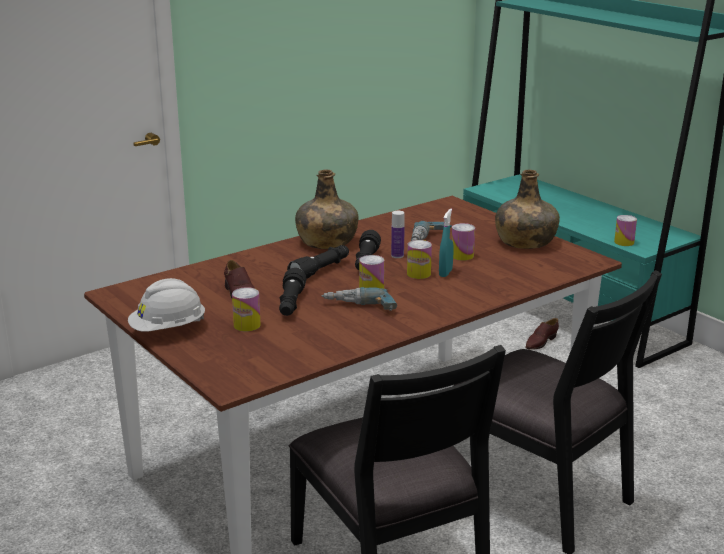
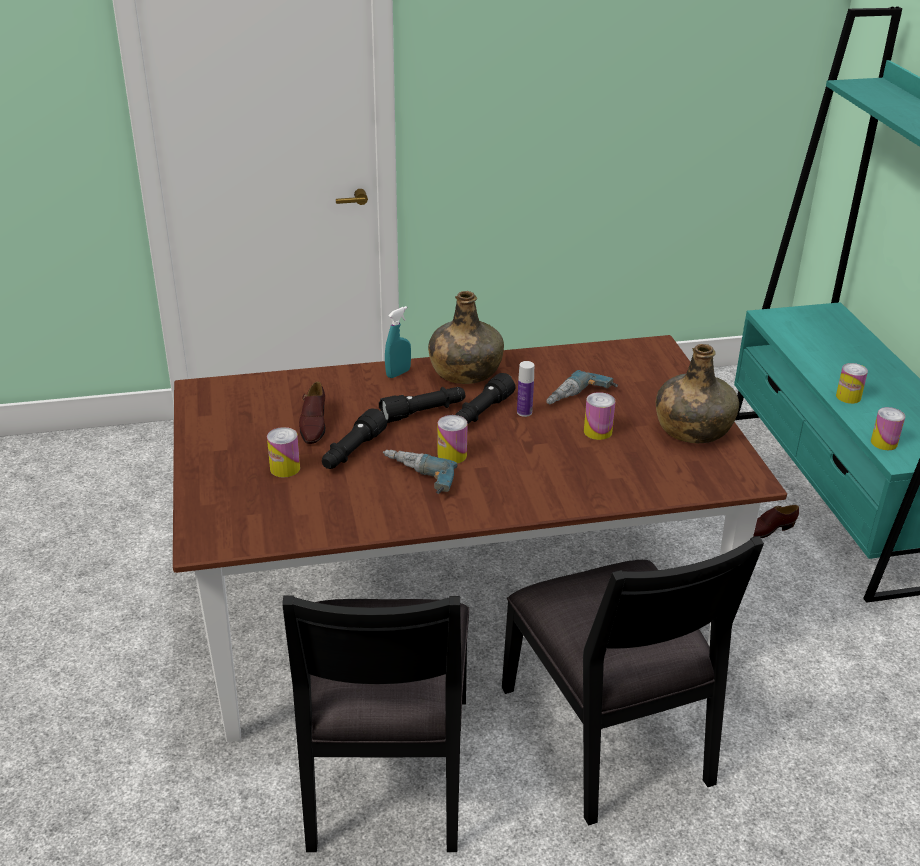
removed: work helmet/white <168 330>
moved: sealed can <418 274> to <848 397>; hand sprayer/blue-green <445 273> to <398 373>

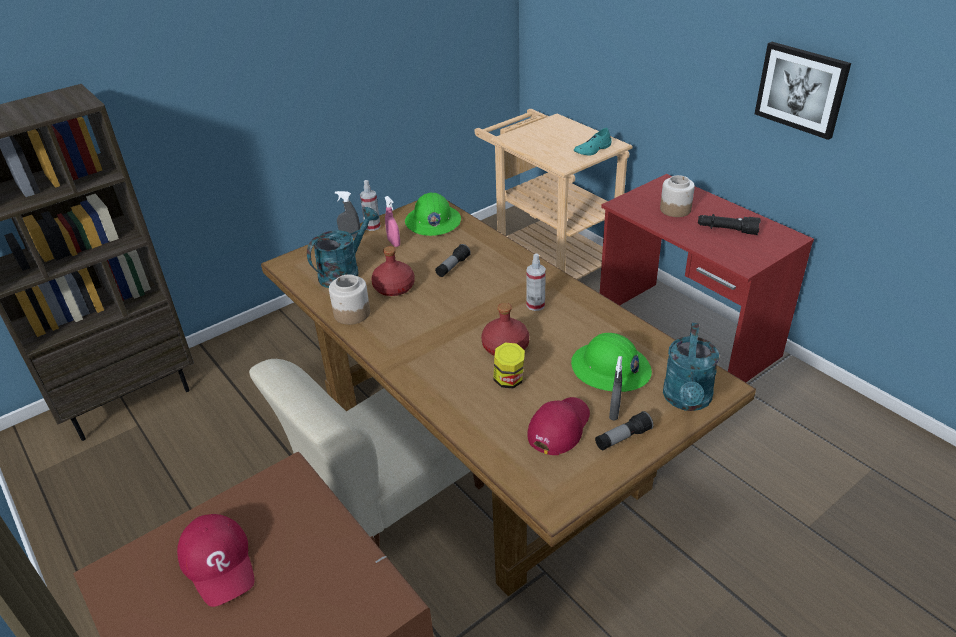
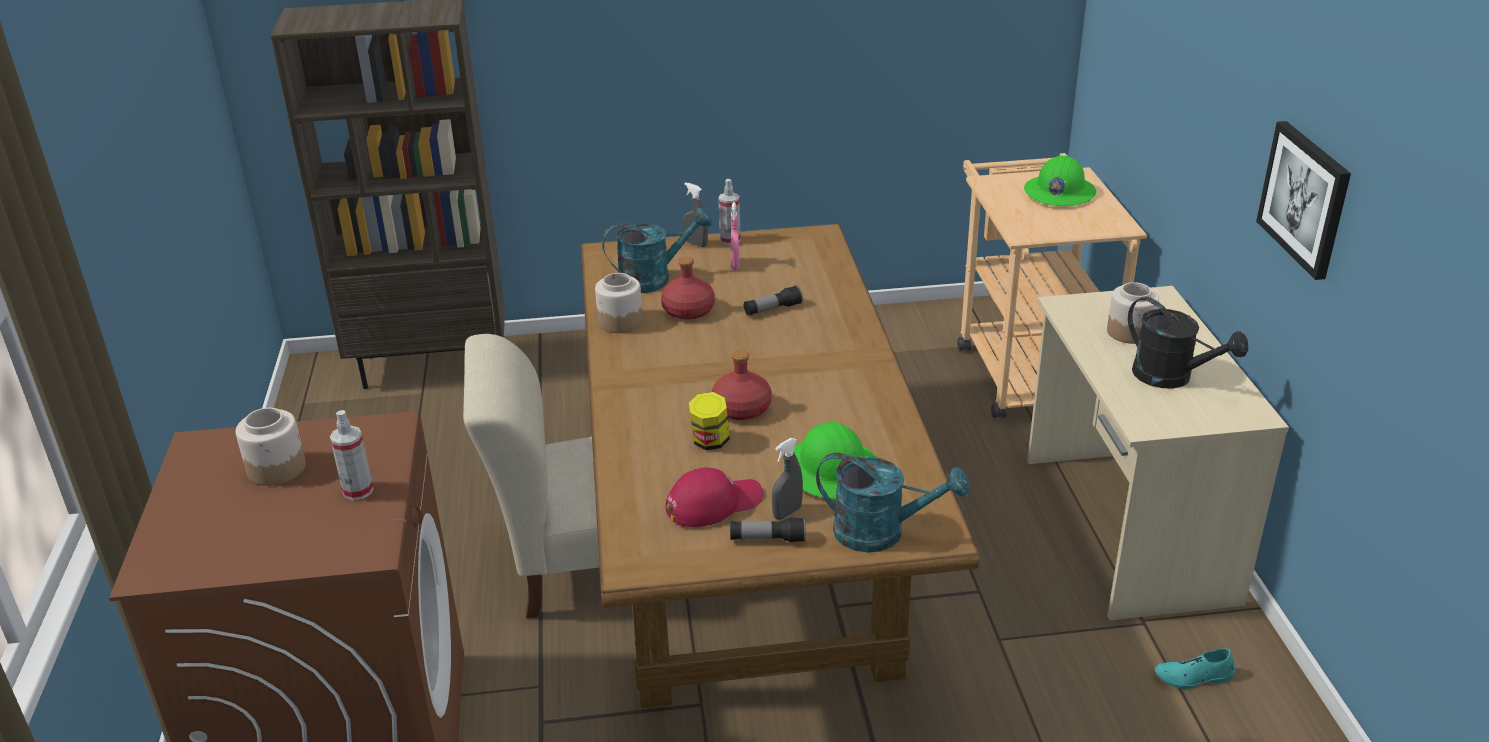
moved: work helmet/green-coloured <432 222> to <1059 193>; hand sprayer <535 305> to <358 491>; low shoe/blue-green <592 149> to <1193 676>
replaced: cap/reddish <219 562> to storage jar <277 468>; flashlight/blackish <727 230> to sprinkling can/blackish <1172 378>
recoloured: desk/reddish <685 336> to desk/beige <1125 529>
turned: sprinkling can/blue-green <687 400> = <881 533> 120 degrees counterclockwise

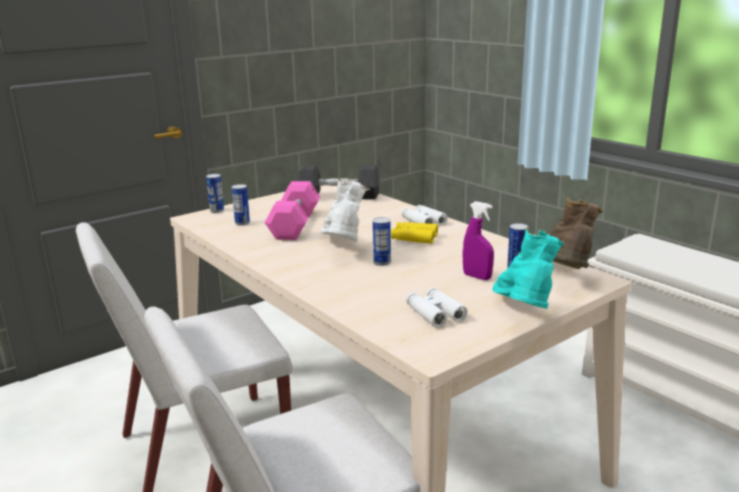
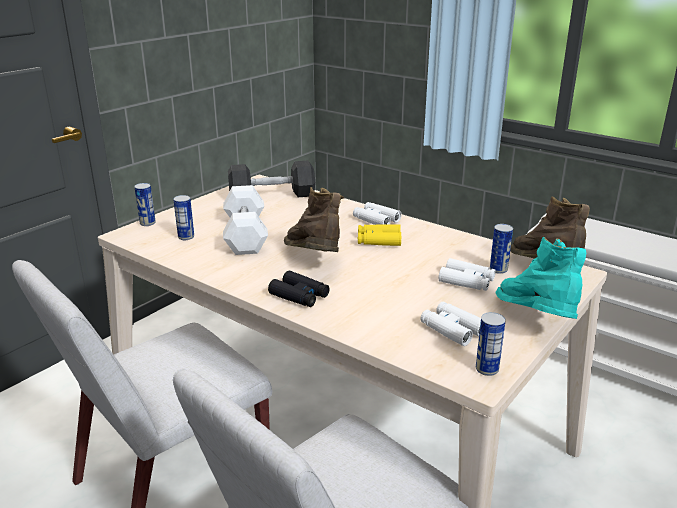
added: binoculars/blackish <299 295>
moved: sealed can <382 262> to <487 369>
replaced: hand sprayer/purplish <477 277> to binoculars/white <466 281>
recoloured: hand weight/pinkish <295 225> to hand weight/white <245 235>; boot/white <343 249> to boot/brown-coloured <314 261>

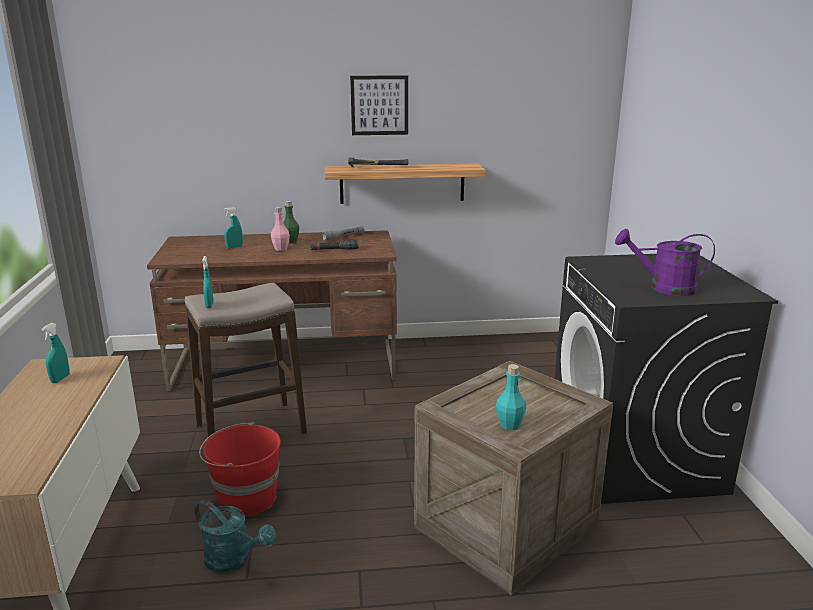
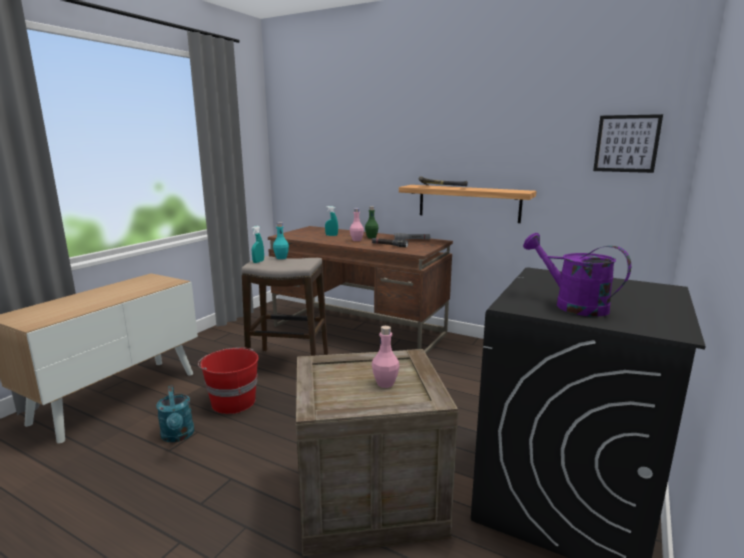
removed: hand sprayer/blue-green <60 379>
added: drink bottle/pinkish <385 383>
moved: wall art <379 105> to <626 143>; drink bottle/blue-green <509 425> to <281 258>

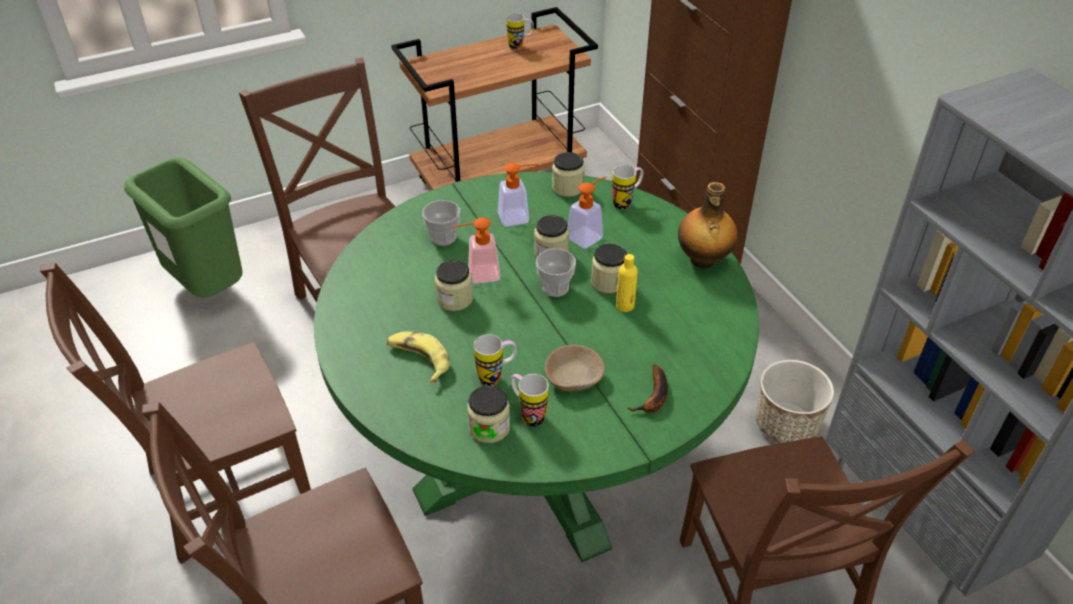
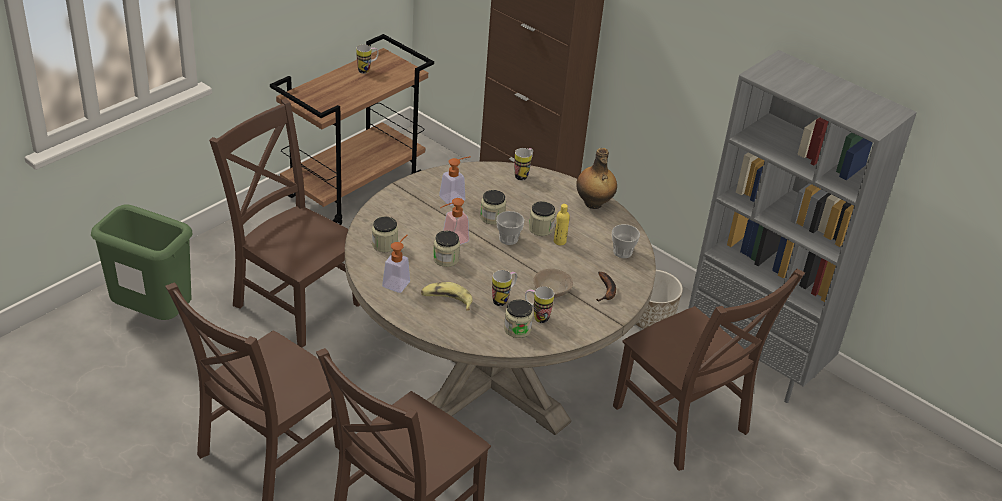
moved: cup <443 237> to <622 252>; storage jar <567 187> to <384 244>; soap dispenser <588 235> to <398 282>
recoloured: kitchen table/green-coloured <536 456> to kitchen table/beige <489 378>

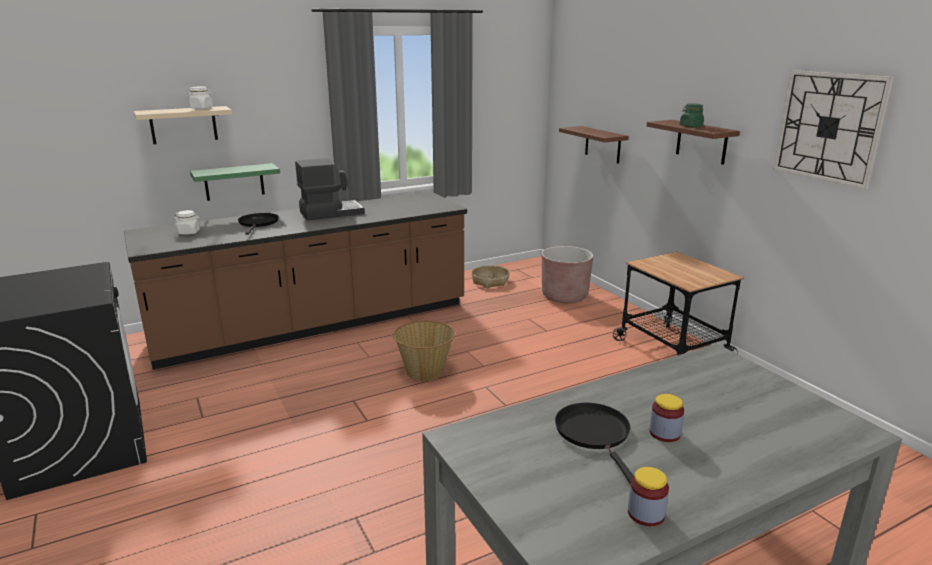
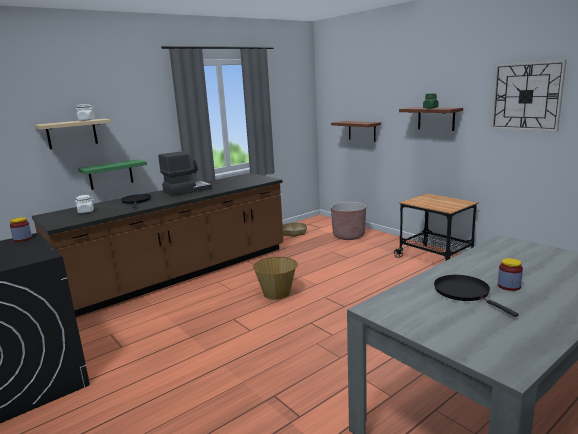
moved: storage jar <646 514> to <22 239>

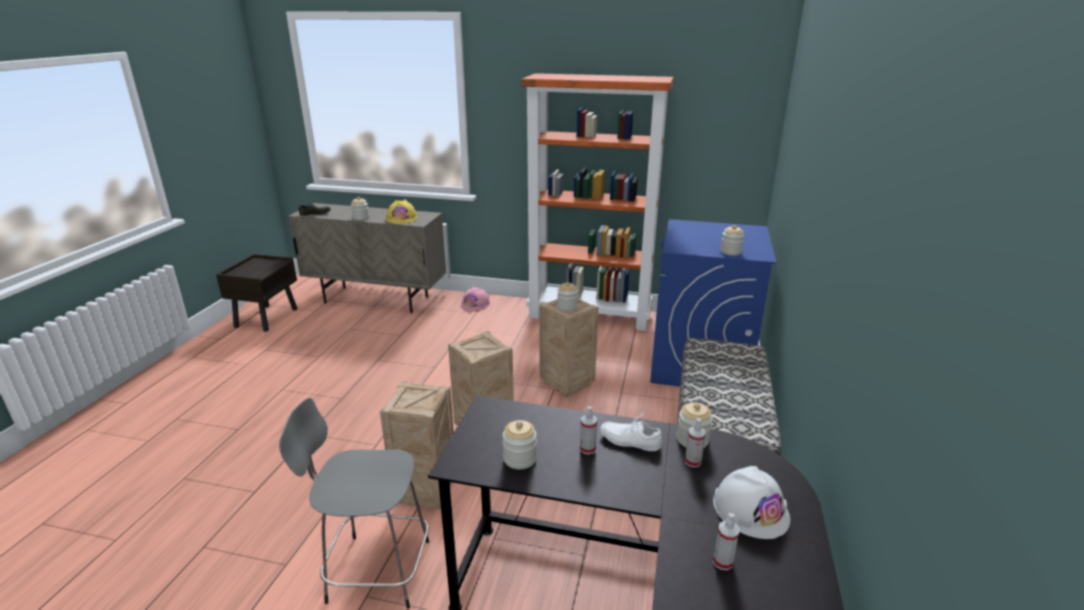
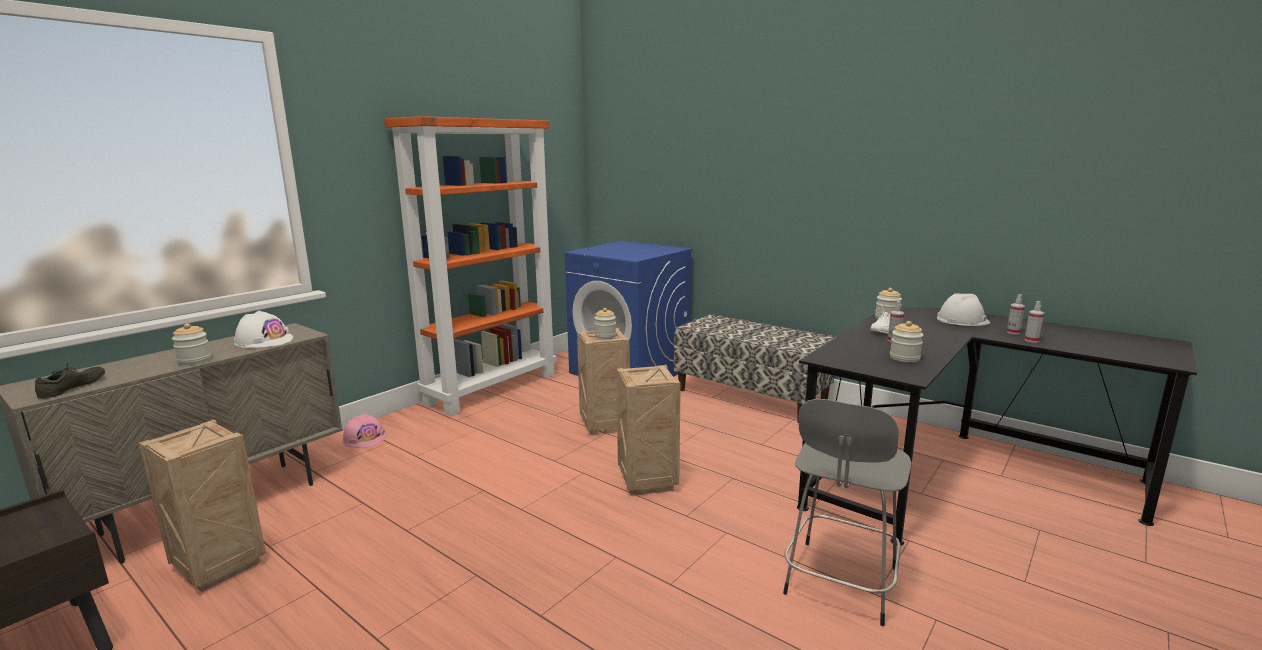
removed: storage jar <730 252>
moved: crate <426 492> to <221 567>; hand sprayer <693 462> to <1031 340>
recoloured: work helmet/yellowish <402 218> to work helmet/white <264 341>

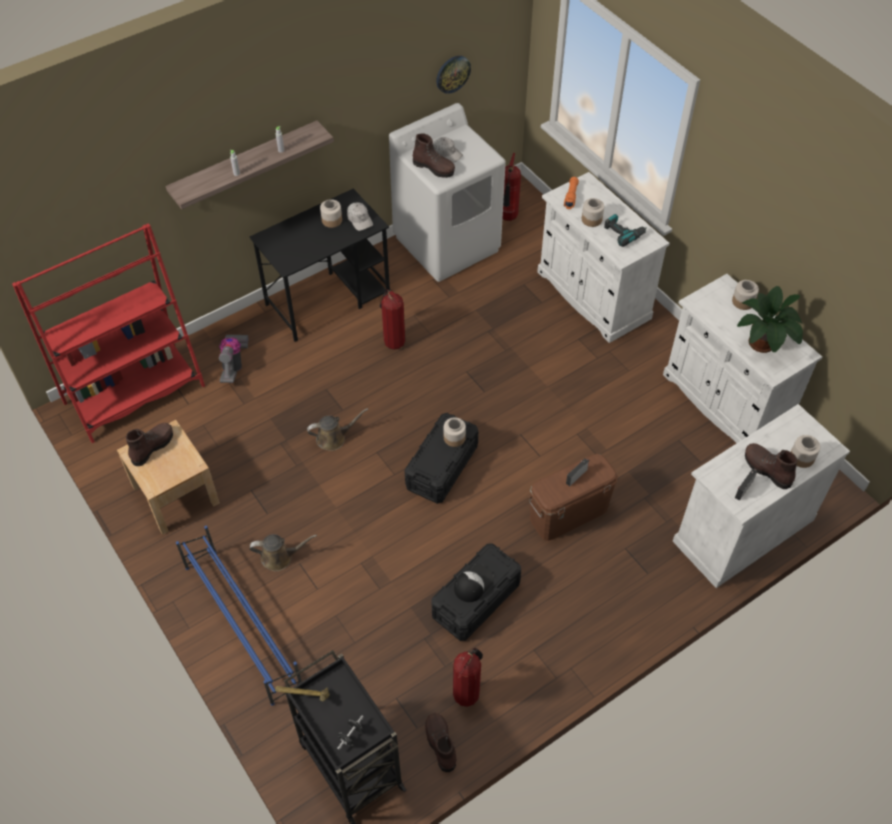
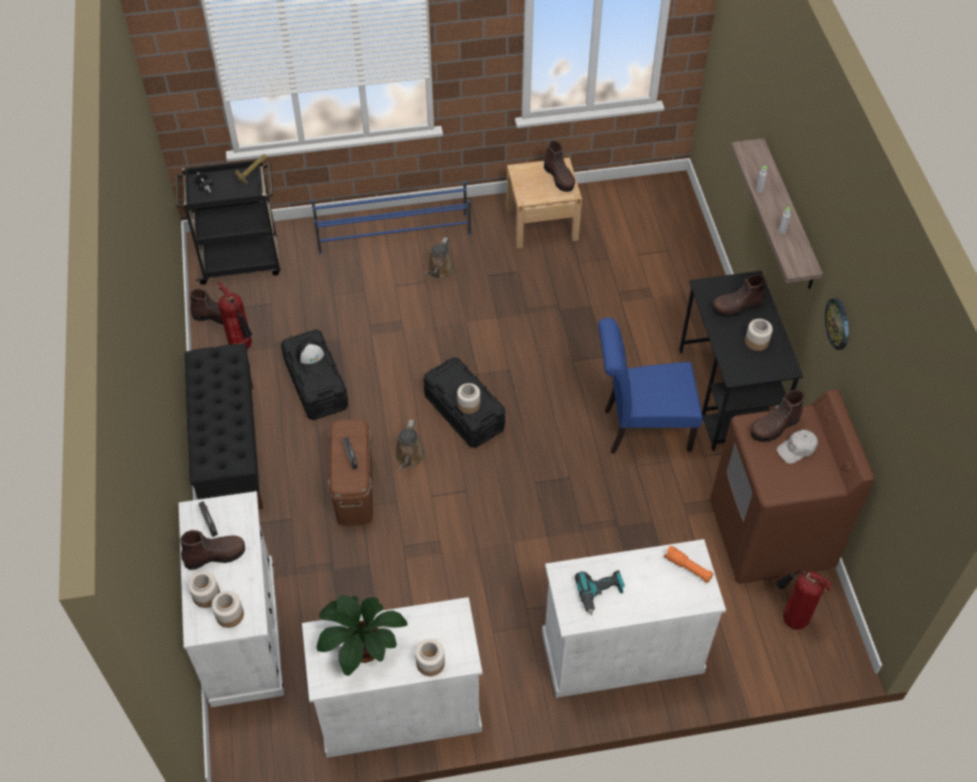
removed: bookcase/reddish <135 394>; vacuum cleaner <234 364>; cap/white <359 219>
added: indoor bench/blackish <230 448>; boot/brown-coloured <736 307>
moved: sprinkling can/brown-coloured <334 438> to <409 457>; hanging clock <452 74> to <838 323>; storage jar <592 219> to <230 615>
replaced: fire-fighting cylinder <393 342> to chair/blue-coloured <640 429>
recoloured: laundry machine/white <447 243> to laundry machine/brown-coloured <770 535>

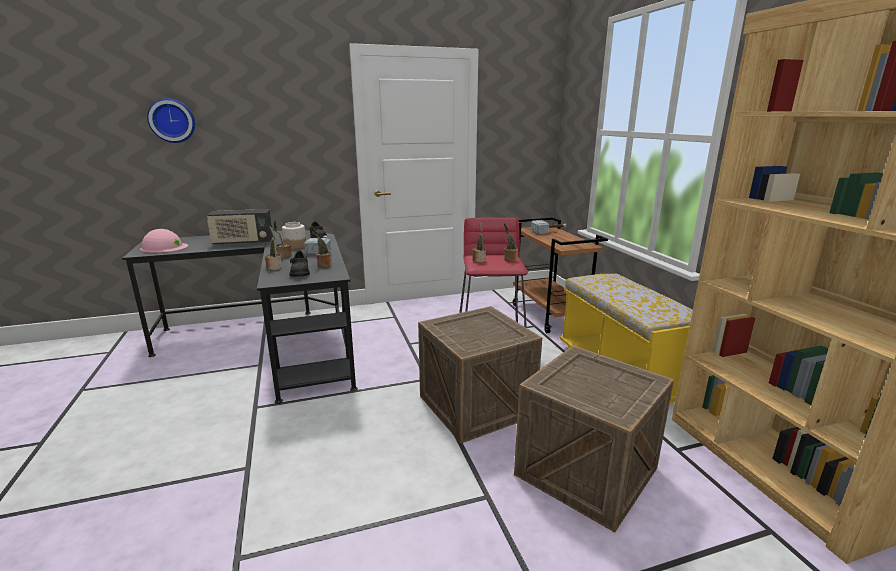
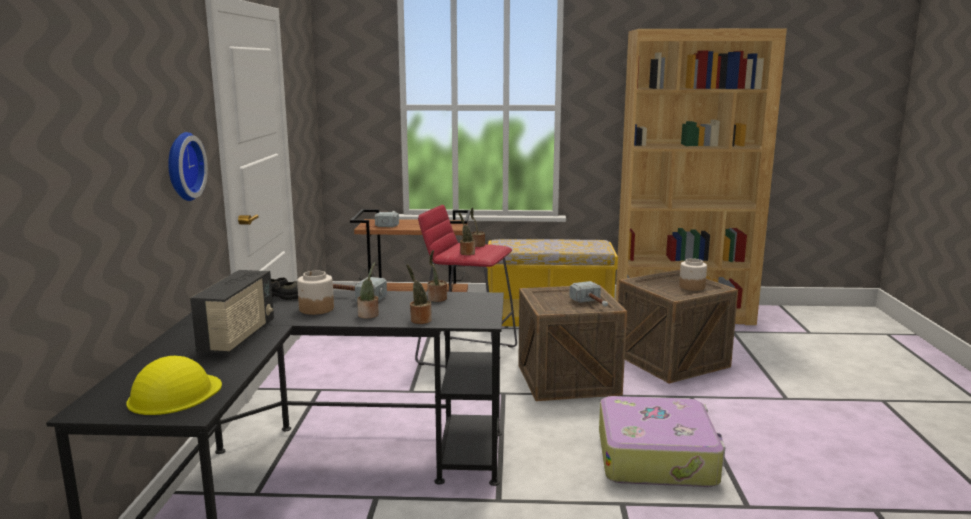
removed: low shoe/blackish <300 272>
added: hand hammer <592 304>; travel case <657 457>; storage jar <691 287>
moved: hanging clock <172 120> to <181 166>
recoloured: work helmet/pinkish <164 247> to work helmet/yellowish <174 394>

